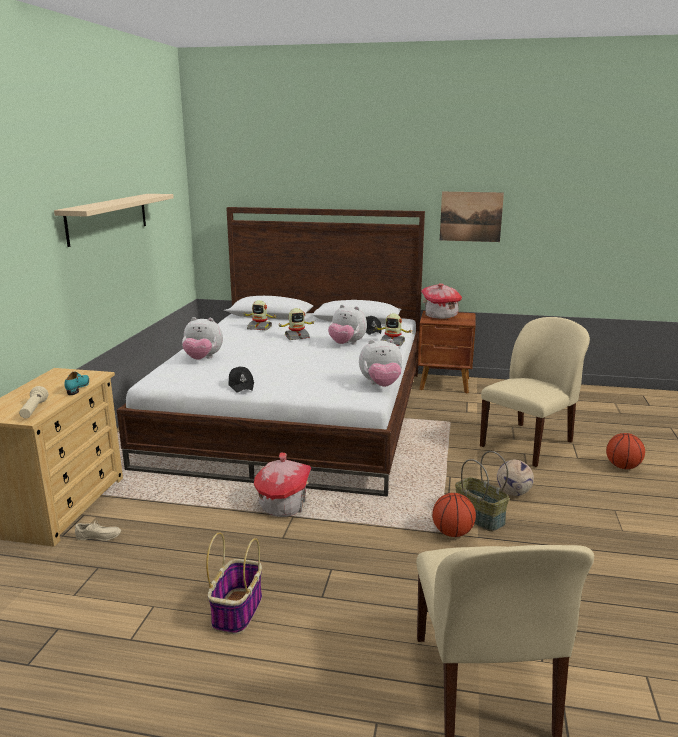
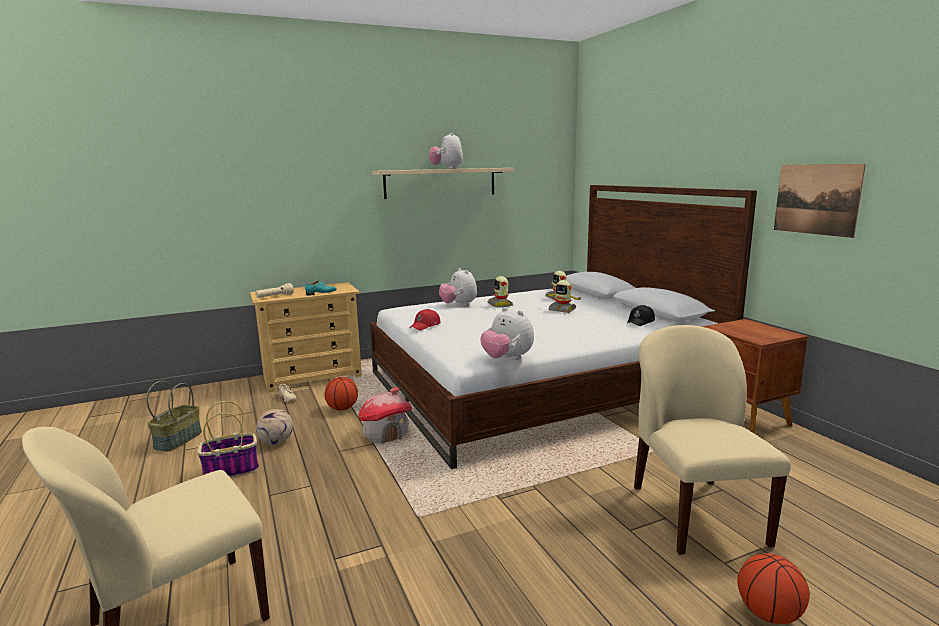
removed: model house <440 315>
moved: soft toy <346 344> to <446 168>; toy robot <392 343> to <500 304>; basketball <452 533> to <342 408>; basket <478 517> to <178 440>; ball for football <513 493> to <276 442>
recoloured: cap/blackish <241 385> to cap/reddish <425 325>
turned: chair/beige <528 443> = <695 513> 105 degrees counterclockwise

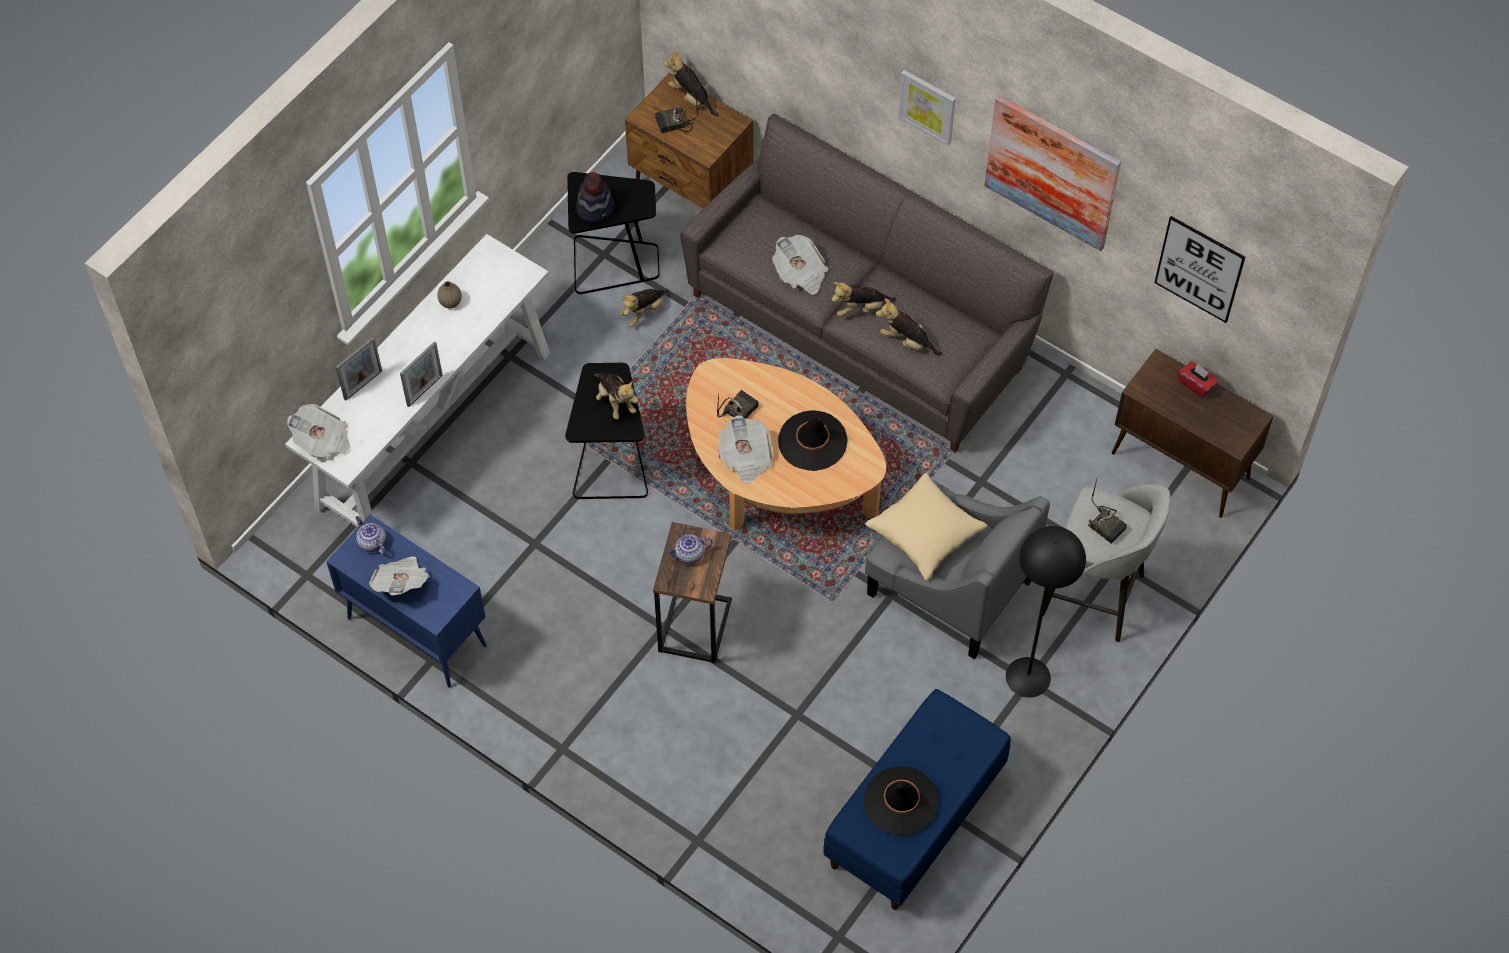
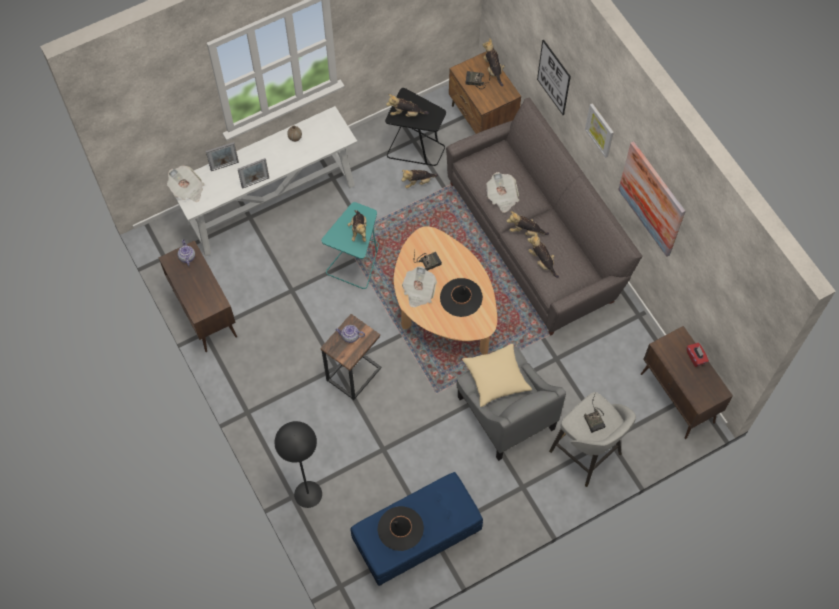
removed: printed paper <402 583>
moved: floor lamp/blackish <1028 676> to <308 494>; wall art <1199 269> to <554 77>
replaced: hat <595 208> to soft toy <406 113>
recoloured: cabinet/blue-coloured <415 631> to cabinet/brown-coloured <204 313>; accent table/blackish <610 463> to accent table/blue-green <355 261>

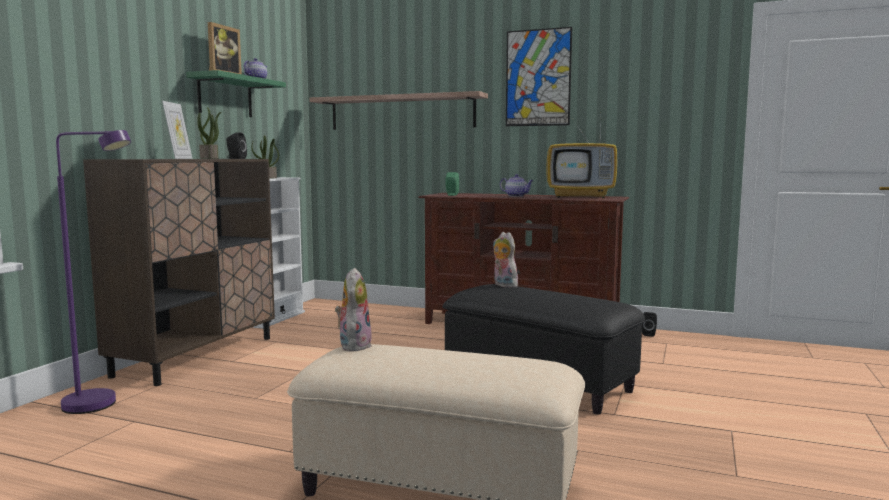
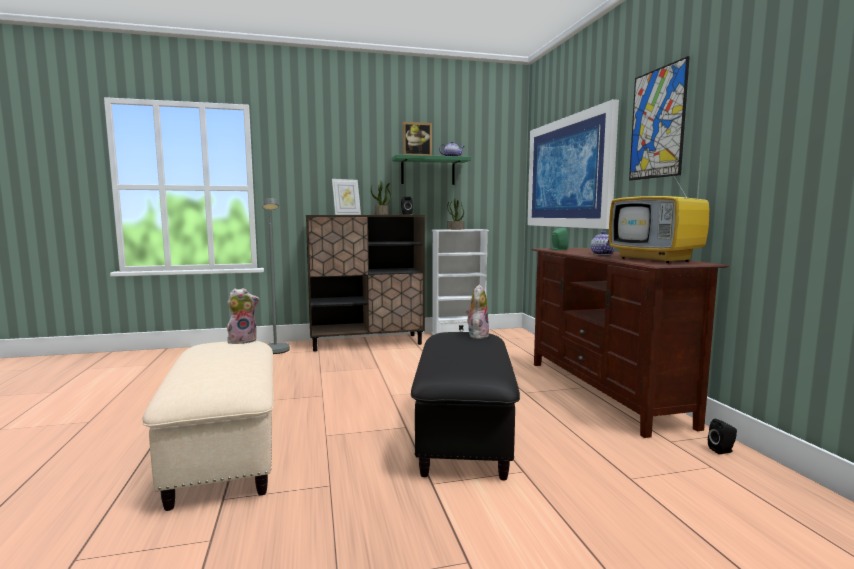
replaced: shelf <401 112> to wall art <568 173>
recoloured: floor lamp/purplish <100 406> to floor lamp/greyish <276 352>

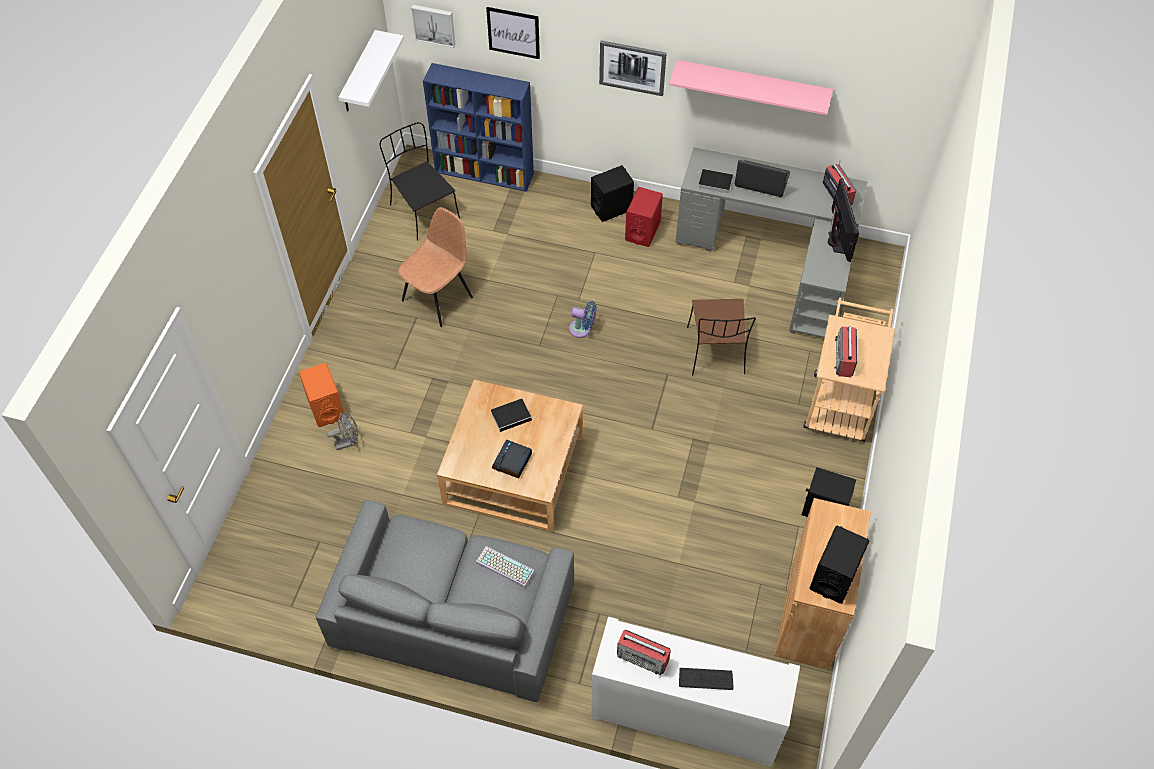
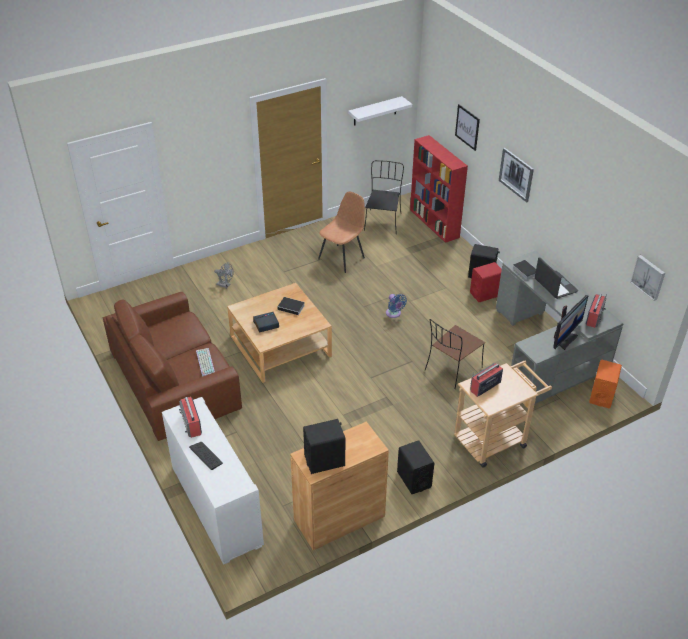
removed: shelf/pinkish <752 85>
moved: speaker/orange-coloured <326 408> to <601 396>; wall art <434 24> to <648 277>
recoloured: couch/greyish <453 613> to couch/brown-coloured <175 380>; bookcase/blue-coloured <485 173> to bookcase/reddish <434 224>
turned: chair/brown-coloured <438 298> = <342 258> 45 degrees counterclockwise

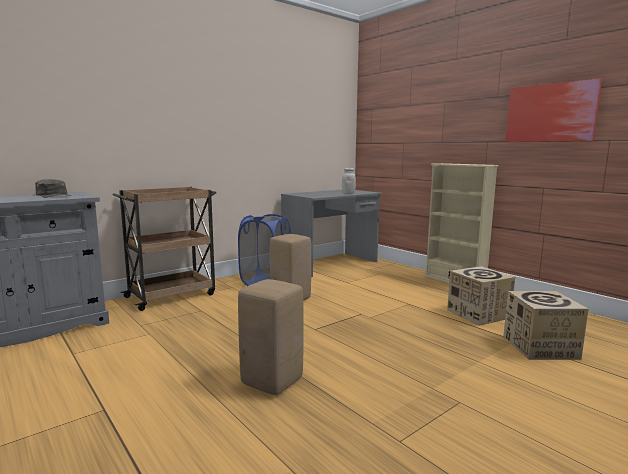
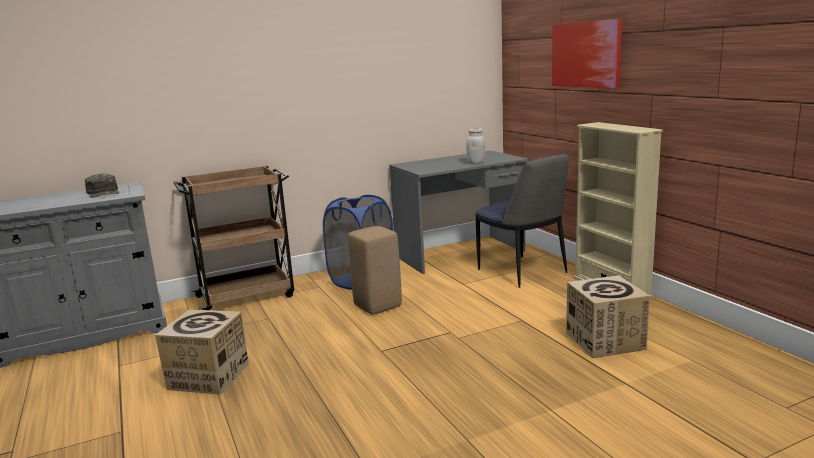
removed: stool/beige <270 381>
added: chair <523 272>
moved: packing box <540 347> to <208 376>; wall art <550 113> to <586 54>

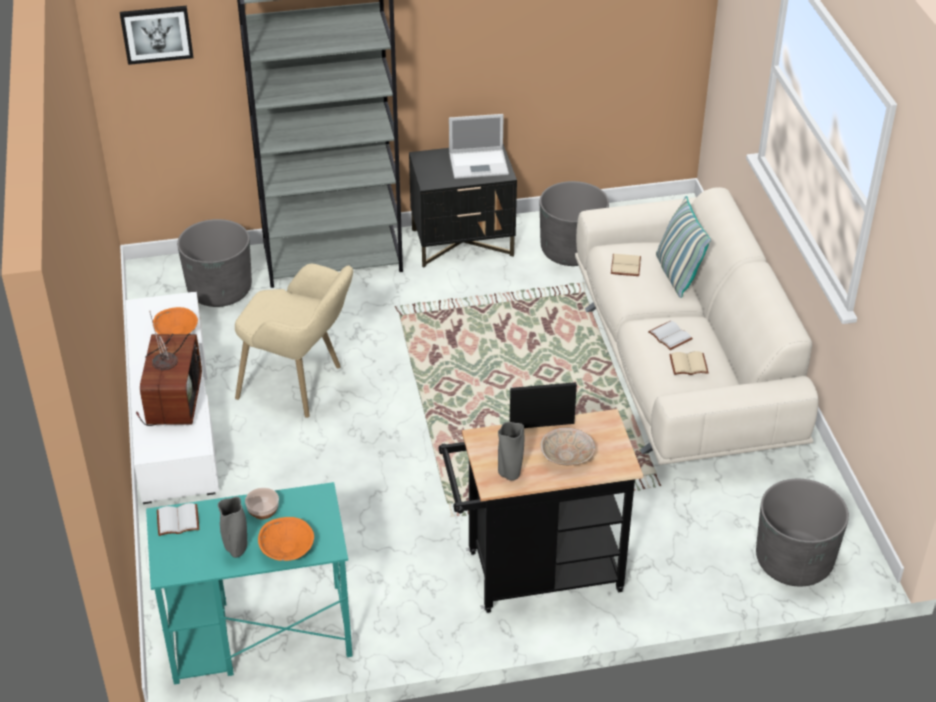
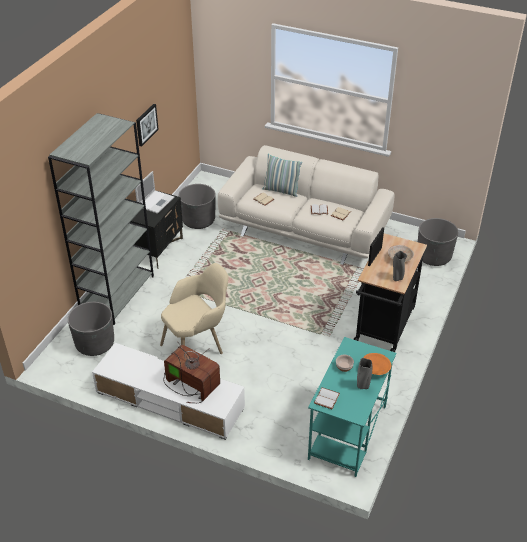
removed: serving bowl/orange-coloured <176 332>
moved: wall art <157 34> to <146 124>

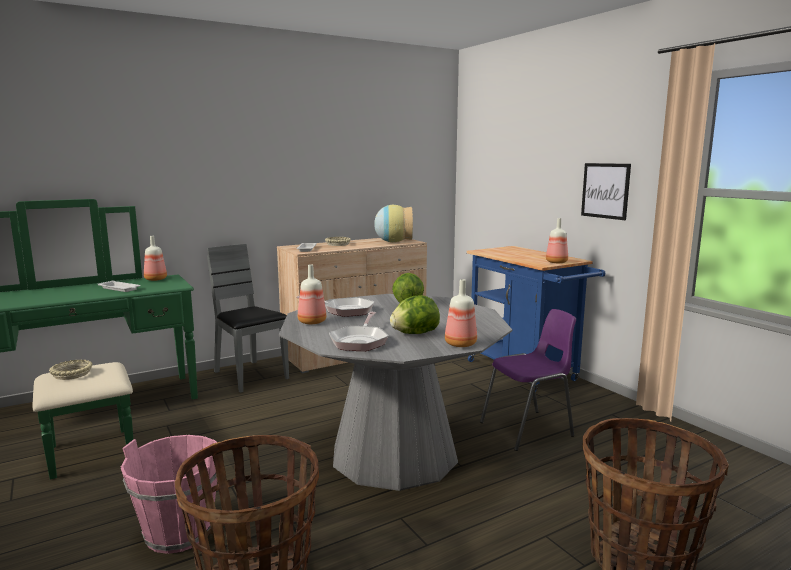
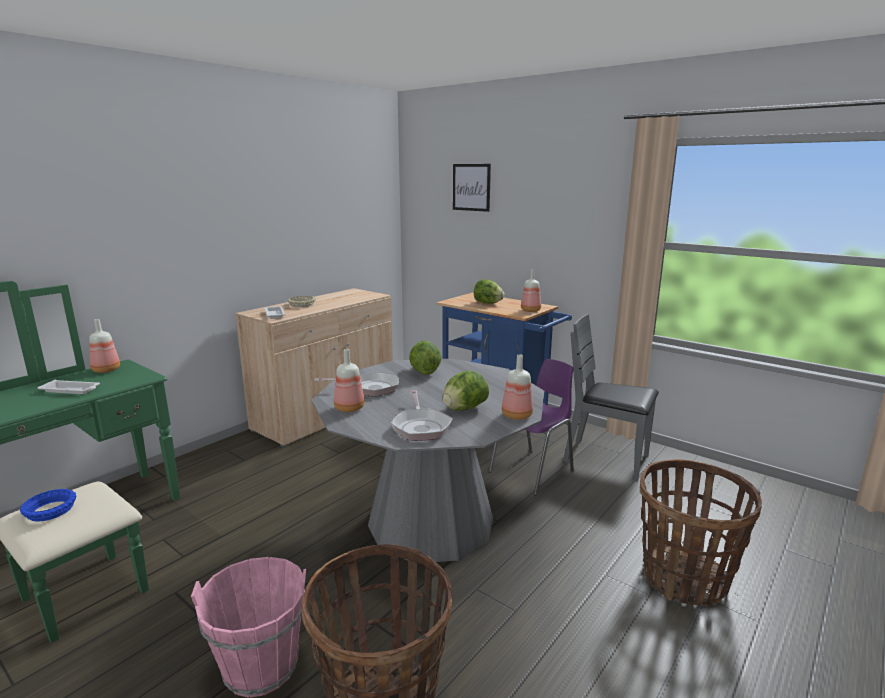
removed: decorative vase <393 242>
added: lettuce <487 303>
moved: chair/greyish <250 376> to <607 459>; wall art <605 190> to <471 187>
recoloured: serving bowl/beige <72 374> to serving bowl/blue-coloured <51 510>

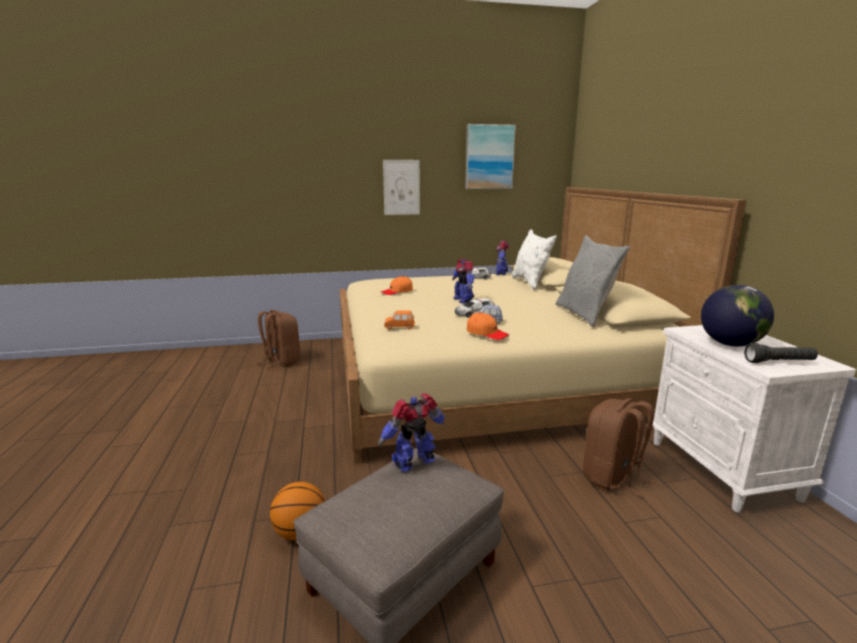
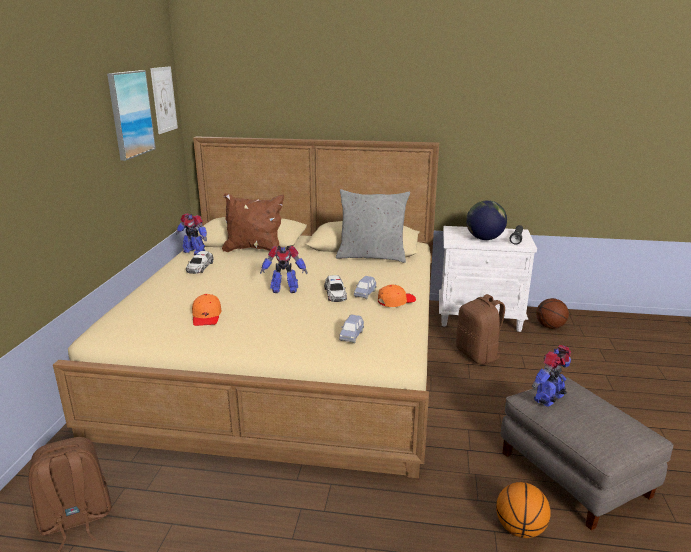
added: basketball <550 326>
moved: wall art <401 187> to <164 99>
recoloured: miniature car/orange-coloured <399 327> to miniature car/blue-coloured <351 336>; cushion/white <530 283> to cushion/brown-coloured <254 250>
turned: toy robot <415 463> = <549 398> 60 degrees clockwise

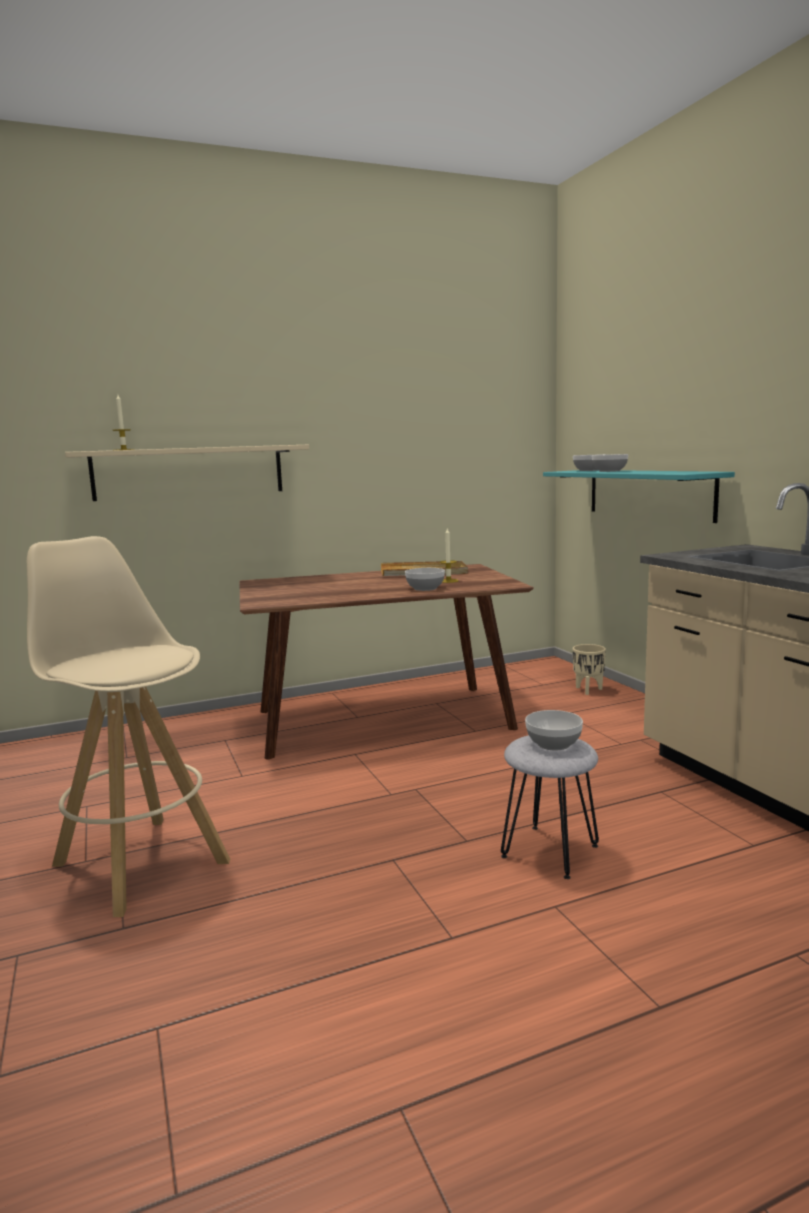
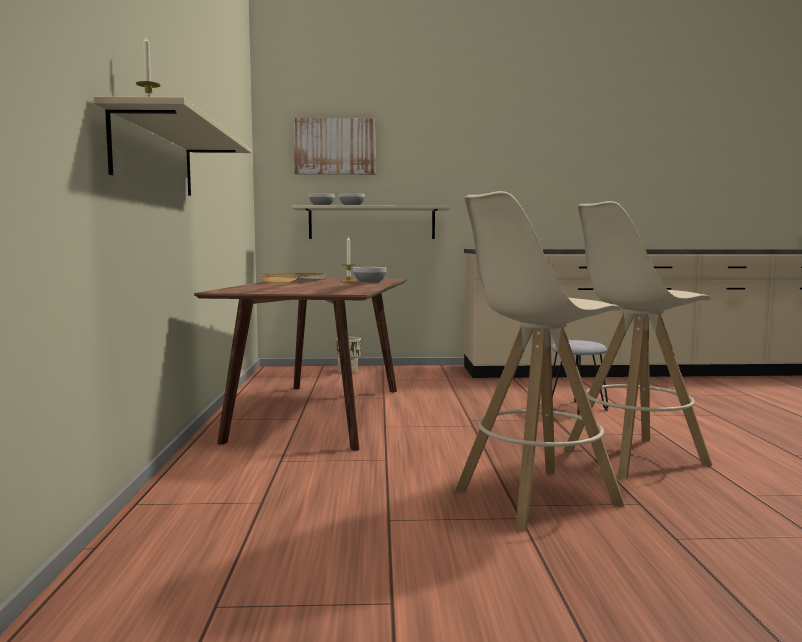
removed: serving bowl <553 743>
added: wall art <335 146>; stool/beige <633 457>
recoloured: shelf/blue-green <648 493> to shelf/beige <372 223>

